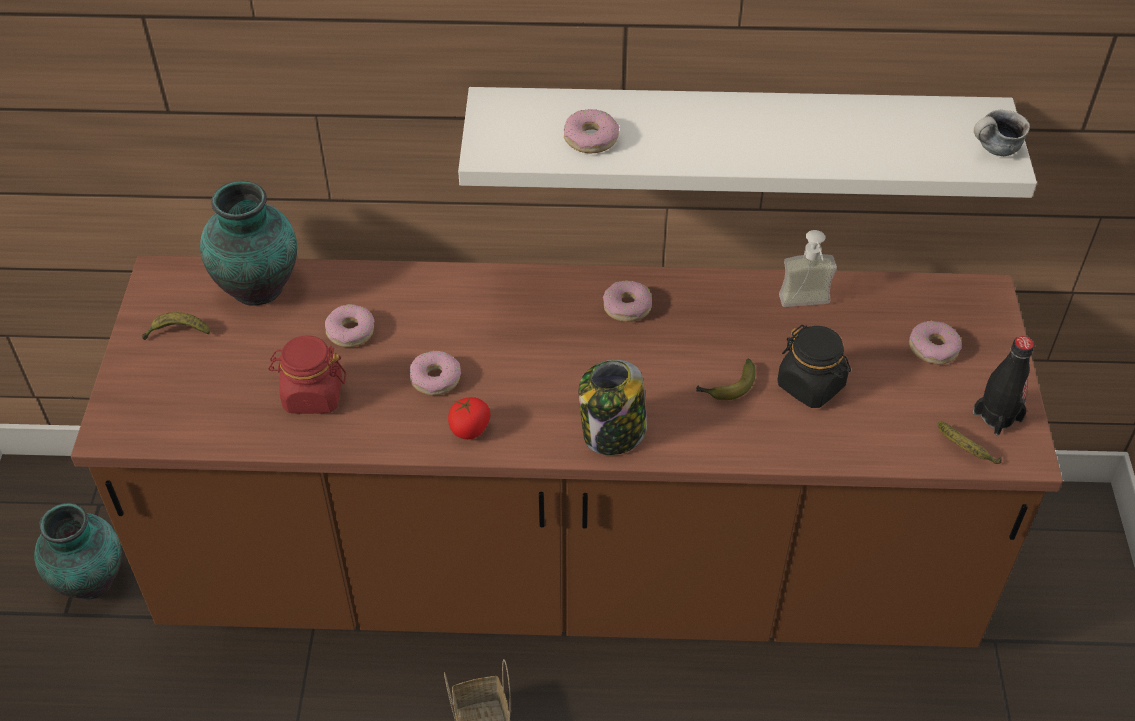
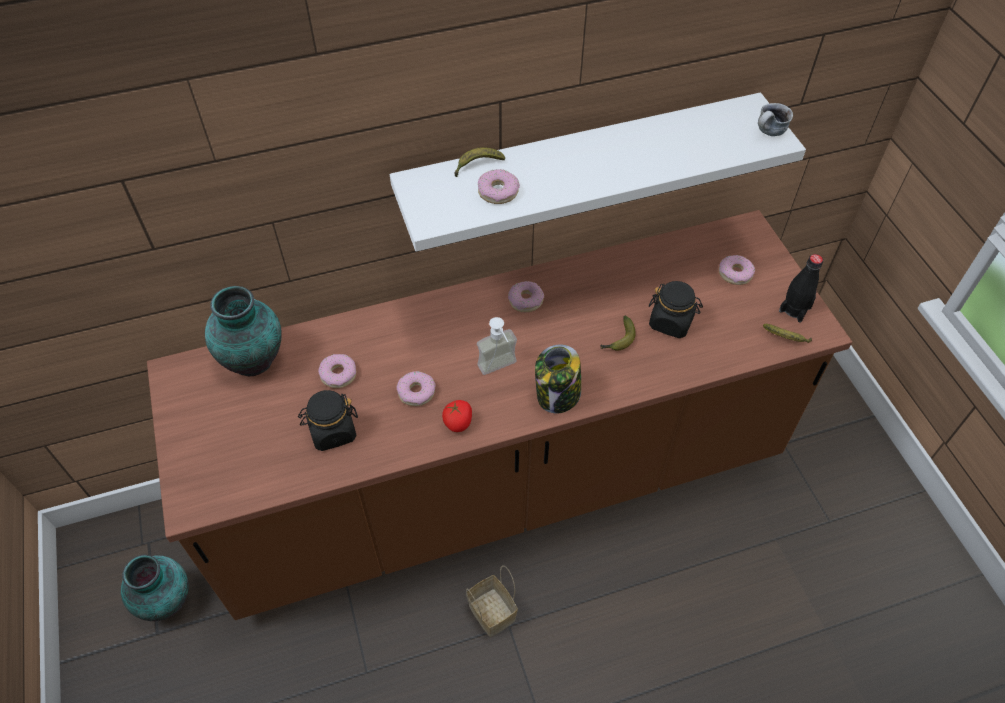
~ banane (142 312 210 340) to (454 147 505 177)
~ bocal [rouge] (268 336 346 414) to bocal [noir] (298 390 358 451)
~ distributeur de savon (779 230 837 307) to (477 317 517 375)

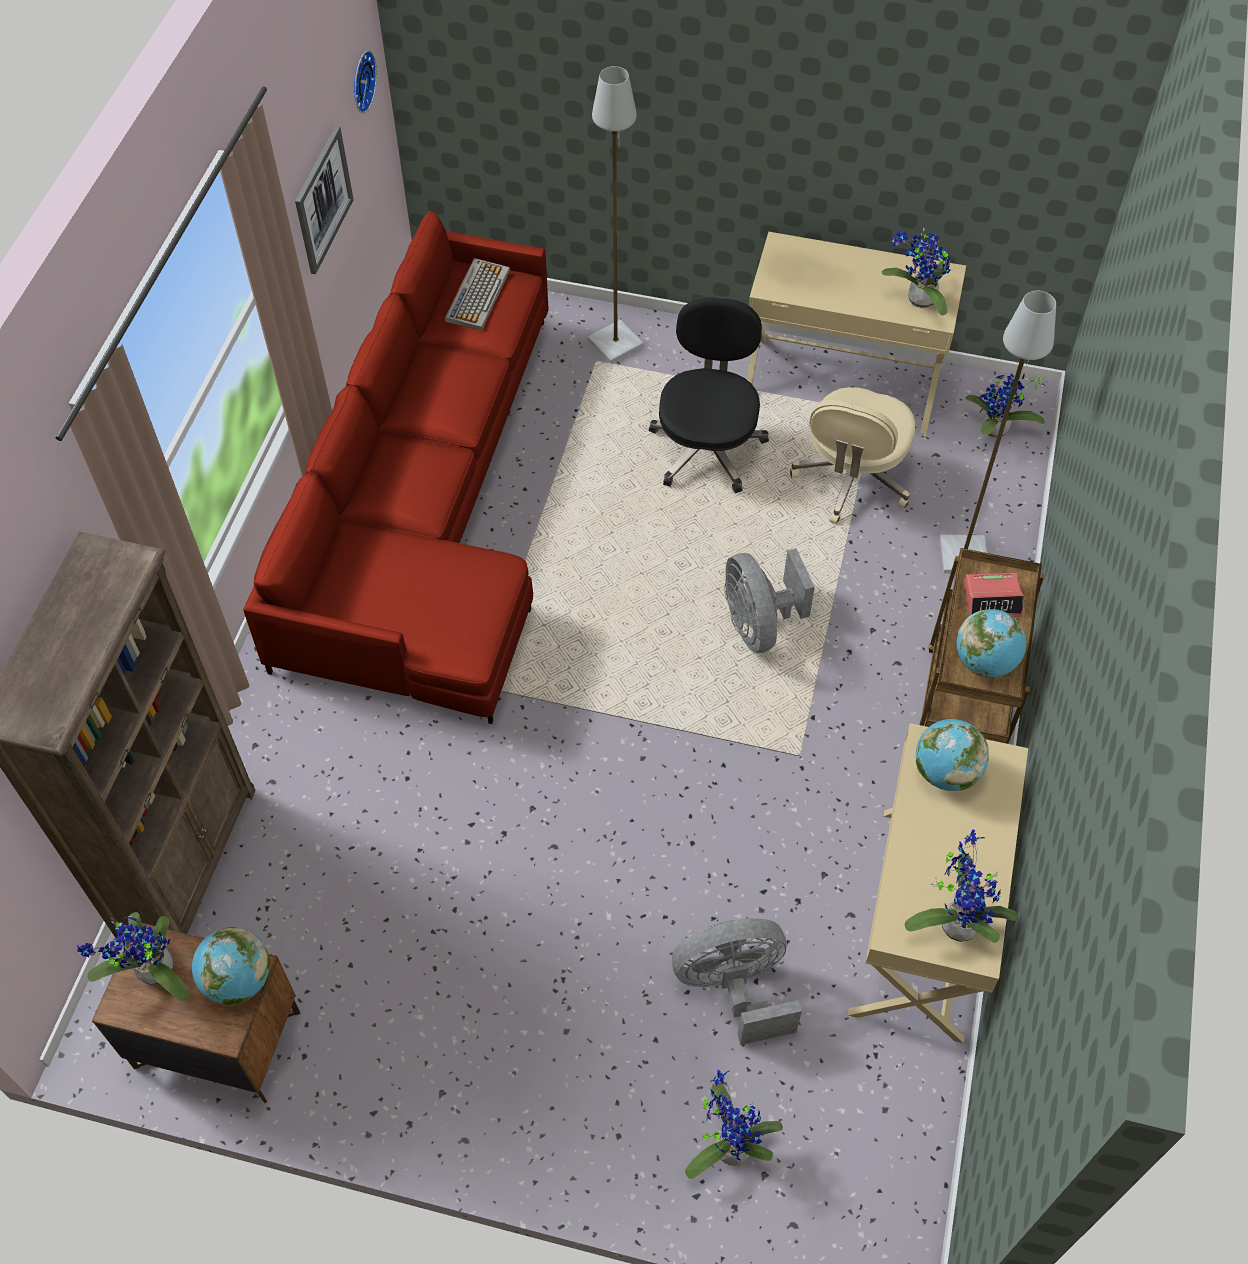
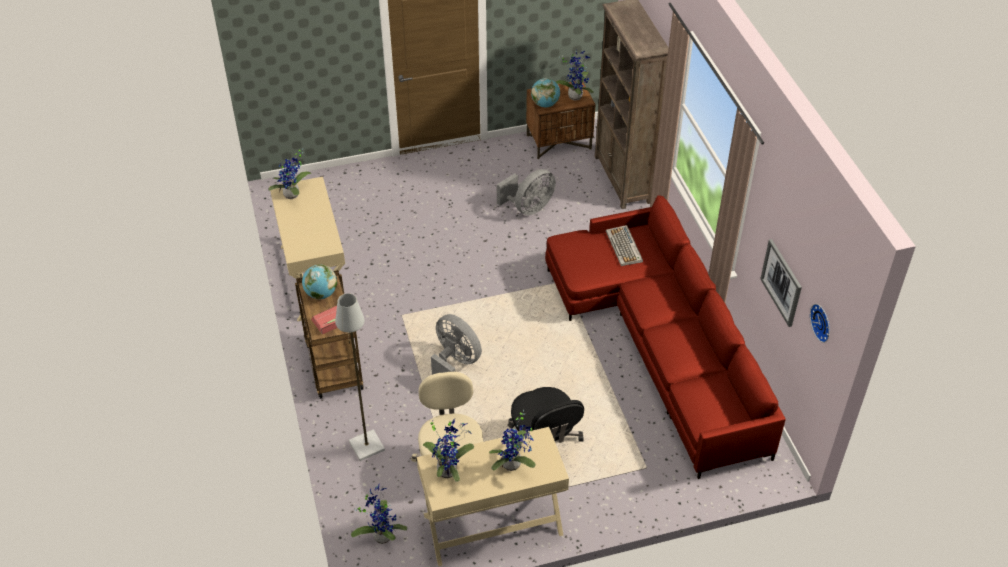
~ clavier (445 258 510 330) to (606 225 643 266)
- lampadaire [gris] (588 66 644 363)
~ ventilateur [gris] (672 918 802 1045) to (497 169 556 215)
~ plante en pot (685 1070 783 1179) to (489 410 536 471)
- globe (916 719 989 791)

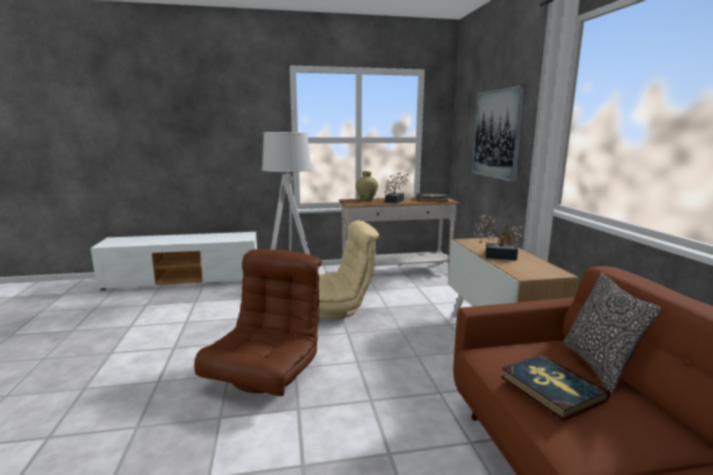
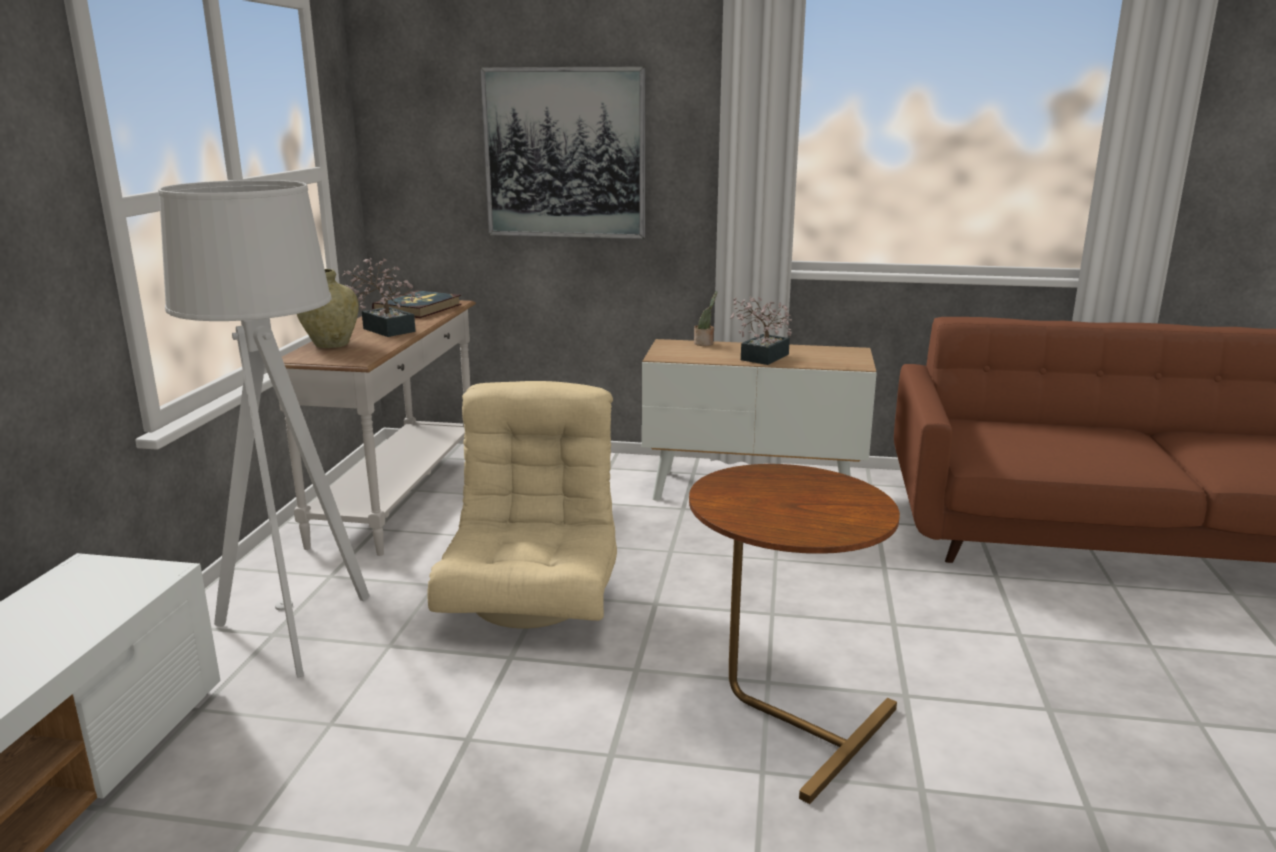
~ fauteuil [marron] (194 249 322 396) to table d'appoint [marron] (689 464 900 804)
- livre (501 354 610 421)
- coussin (564 273 661 393)

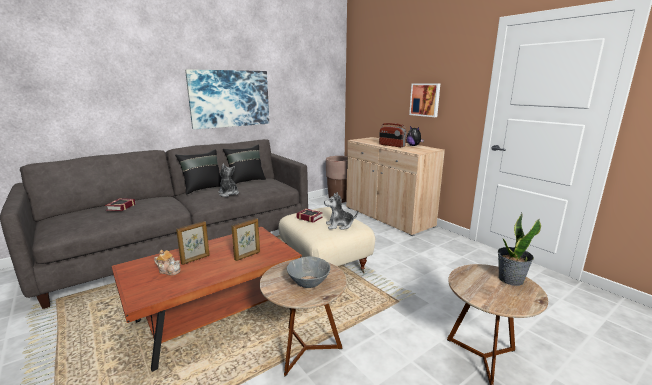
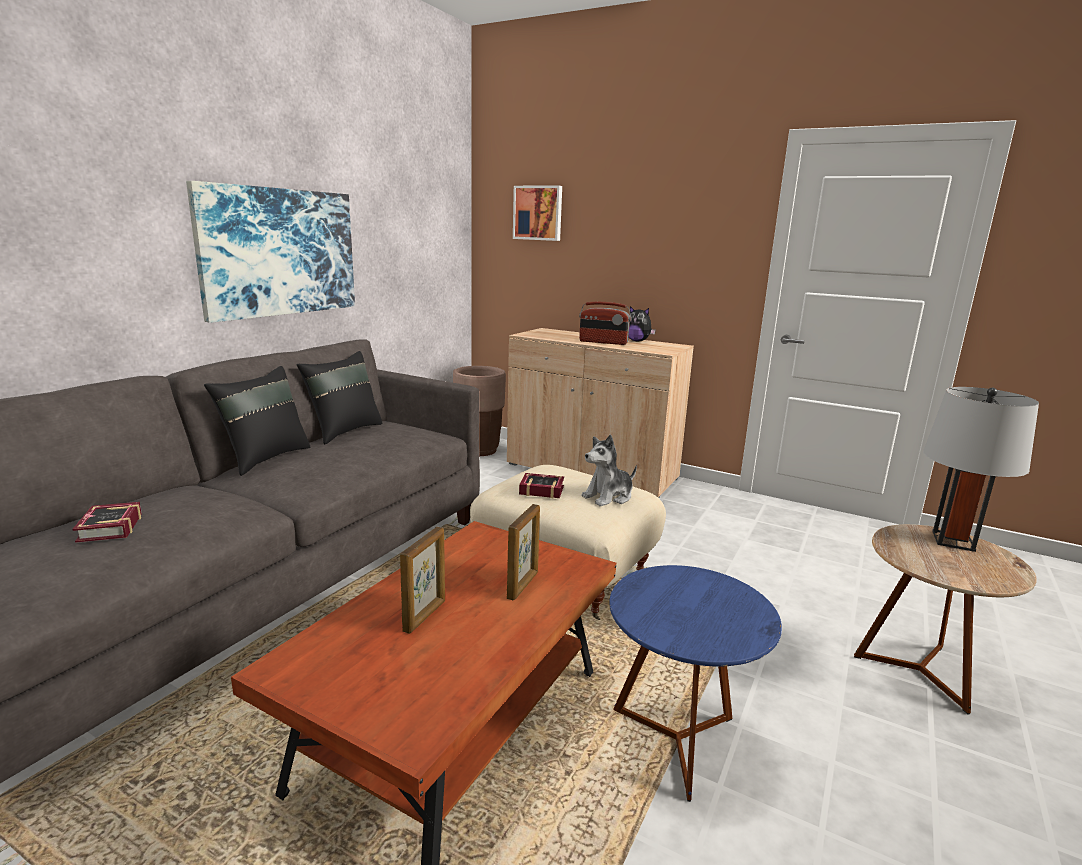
- théière (154 250 181 275)
- peluche (218 164 239 197)
~ table d'appoint [marron] (260 260 347 377) to table d'appoint [bleu] (609 565 782 802)
- bol [gris] (287 256 331 288)
~ tableau (409 83 440 117) to (513 186 562 241)
~ plante en pot (498 213 541 286) to lampe de table [gris] (923 387 1039 552)

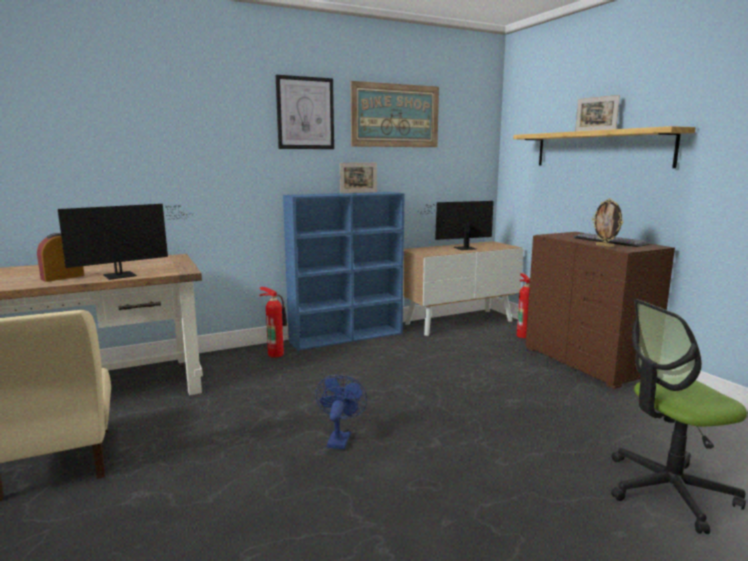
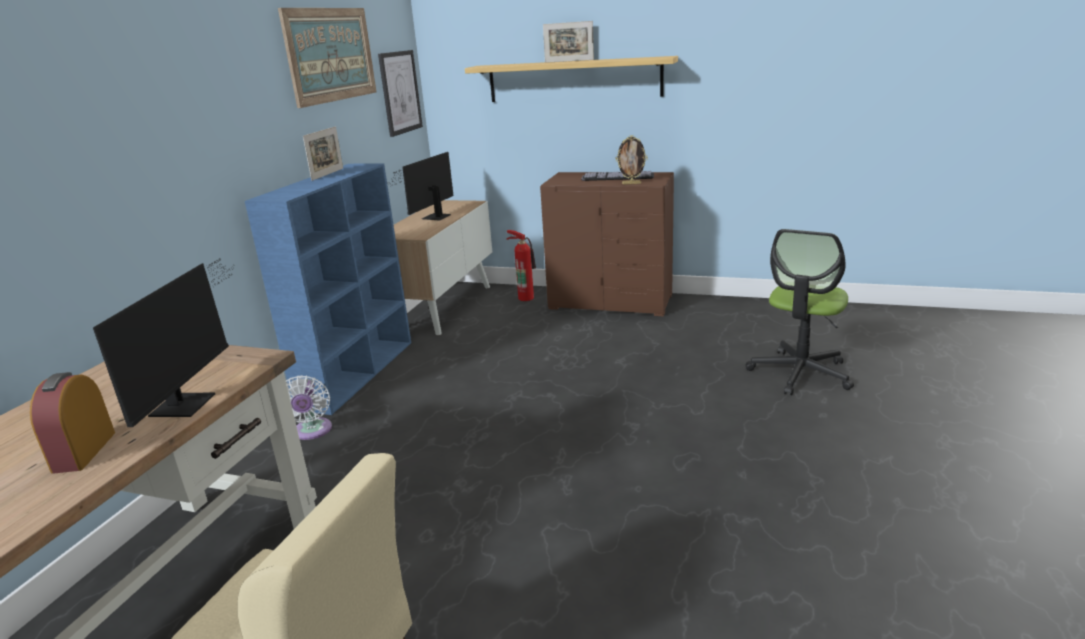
~ extincteur (259 287 287 358) to ventilateur [blanc] (286 375 332 440)
~ tableau (276 75 334 149) to (378 50 423 137)
- ventilateur [bleu] (315 375 367 449)

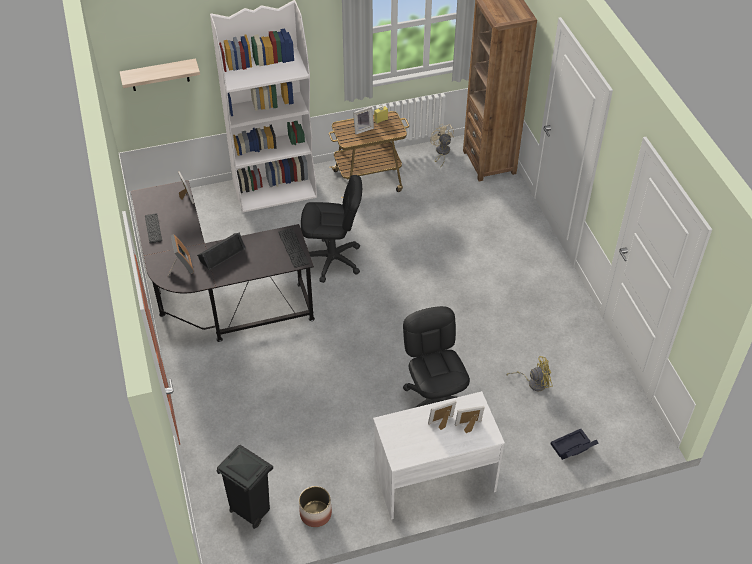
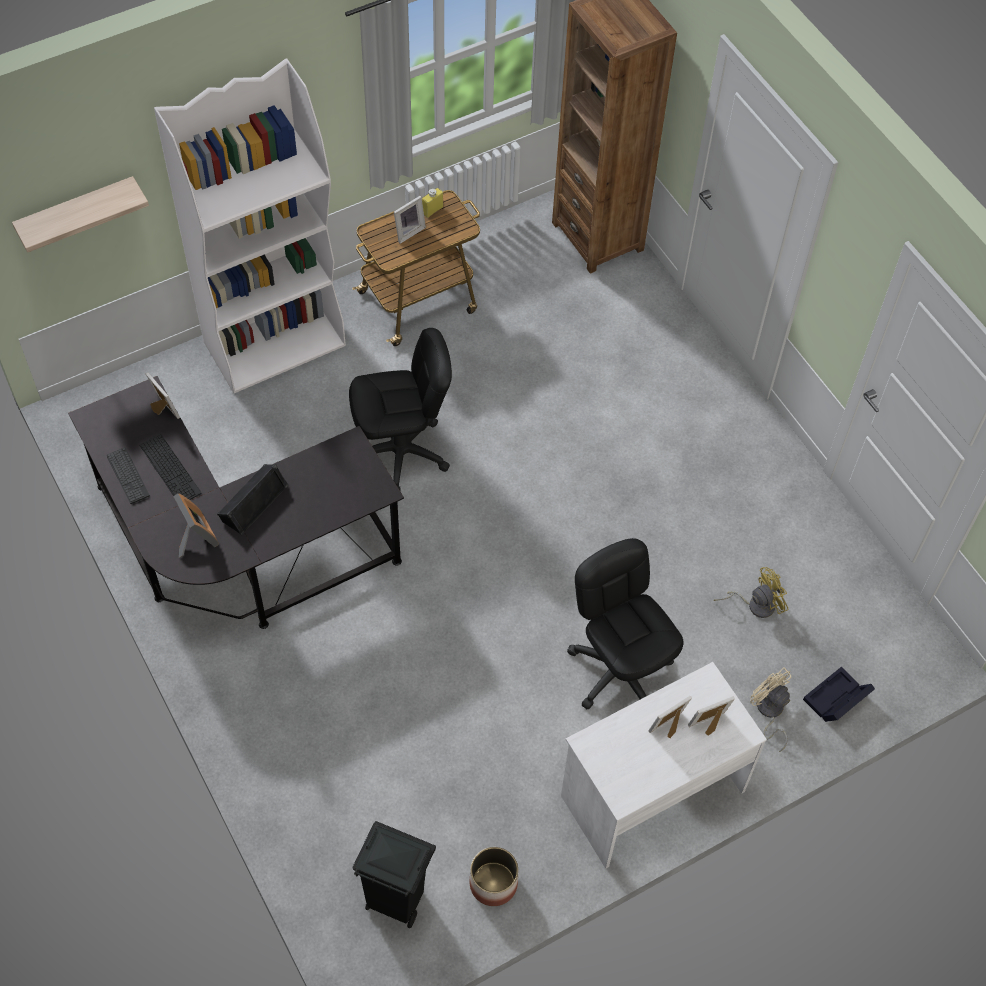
~ clavier (278 228 309 268) to (139 433 202 500)
~ ventilateur [beige] (430 124 454 167) to (750 667 791 752)

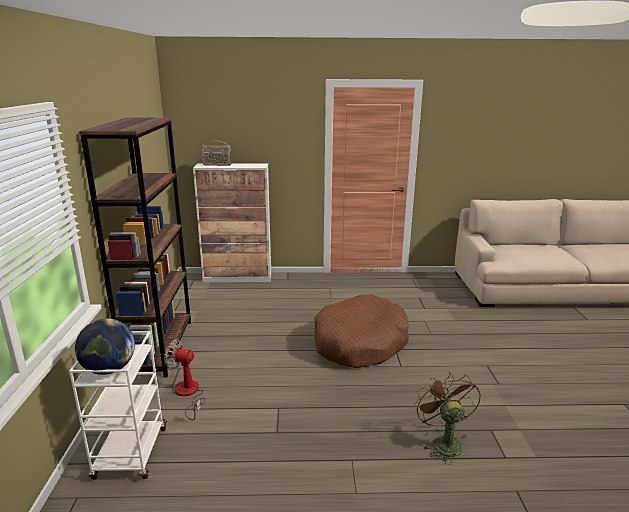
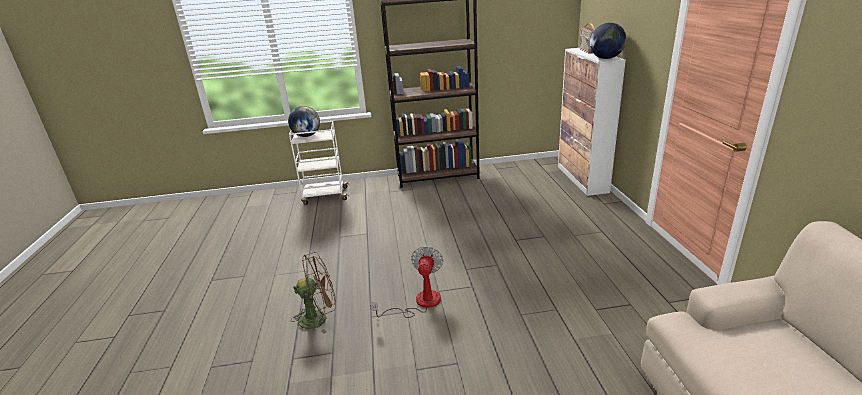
~ ventilateur (164 339 205 420) to (370 246 443 318)
- panier pour chien [marron] (314 294 409 368)
+ globe (590 23 627 59)

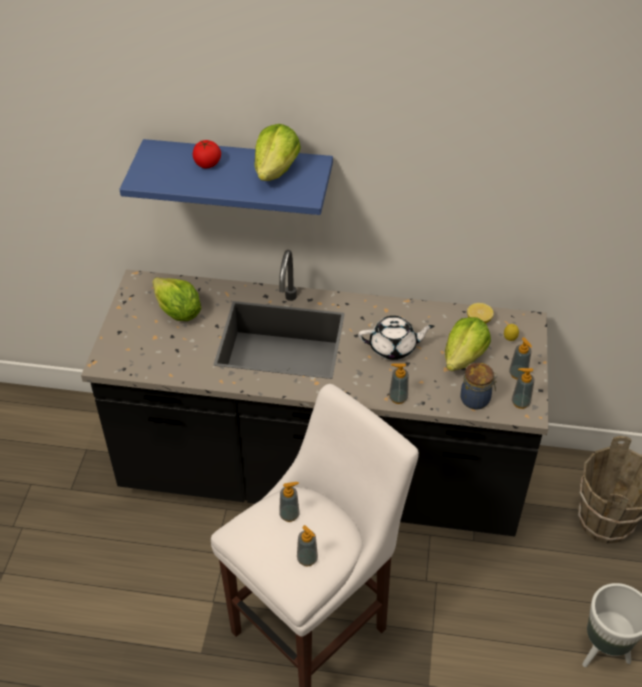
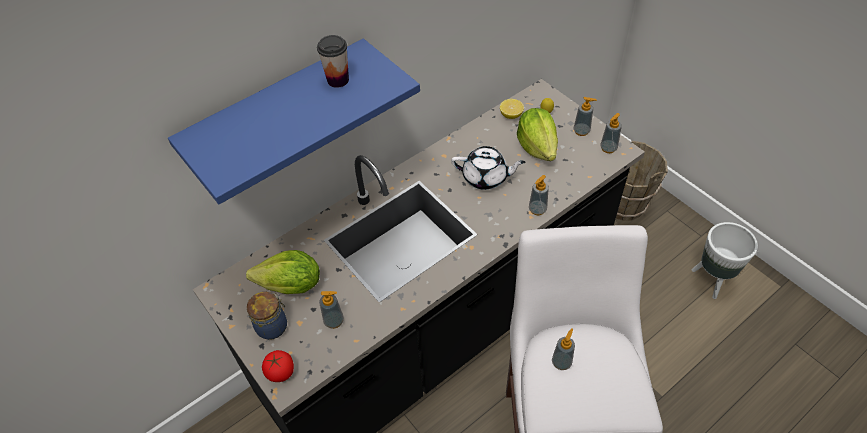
~ tomate (193 140 221 168) to (262 350 294 382)
~ laitue (254 124 301 181) to tasse (317 35 349 88)
~ distributeur de savon (297 525 318 566) to (319 291 344 329)
~ théière [blanc] (358 316 434 360) = (451 146 525 190) 60 degrees clockwise
~ bocal (460 363 498 410) to (247 292 287 340)

